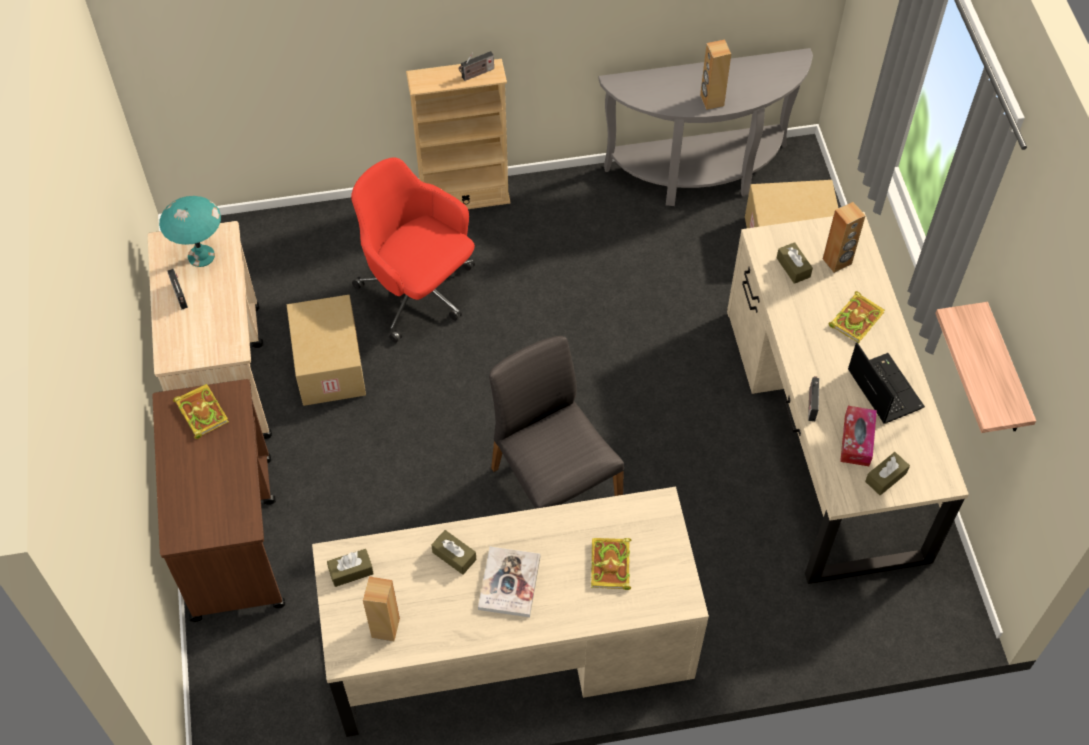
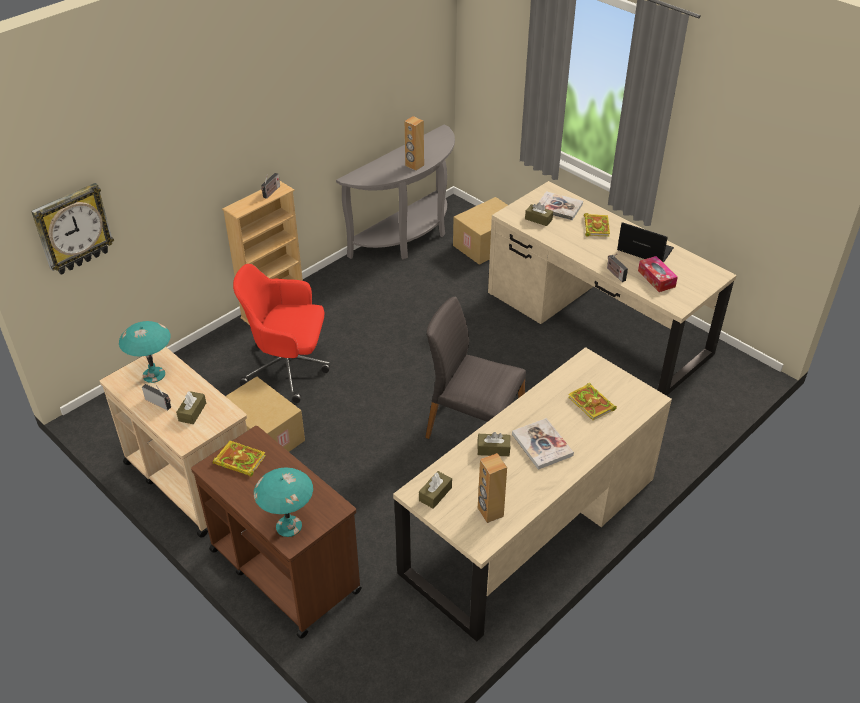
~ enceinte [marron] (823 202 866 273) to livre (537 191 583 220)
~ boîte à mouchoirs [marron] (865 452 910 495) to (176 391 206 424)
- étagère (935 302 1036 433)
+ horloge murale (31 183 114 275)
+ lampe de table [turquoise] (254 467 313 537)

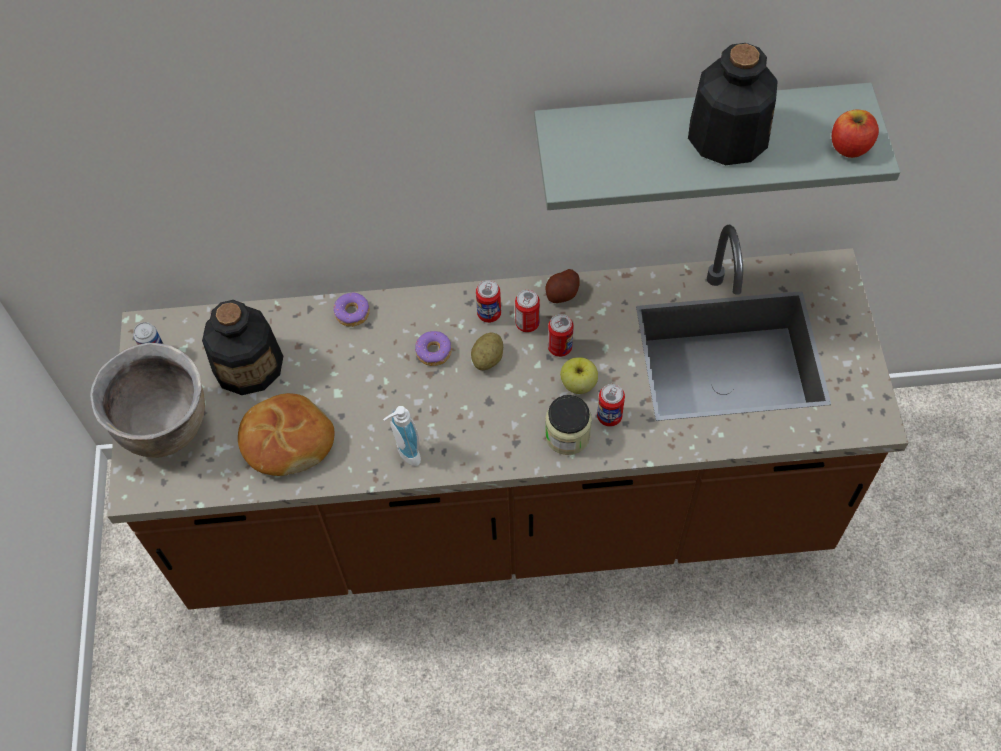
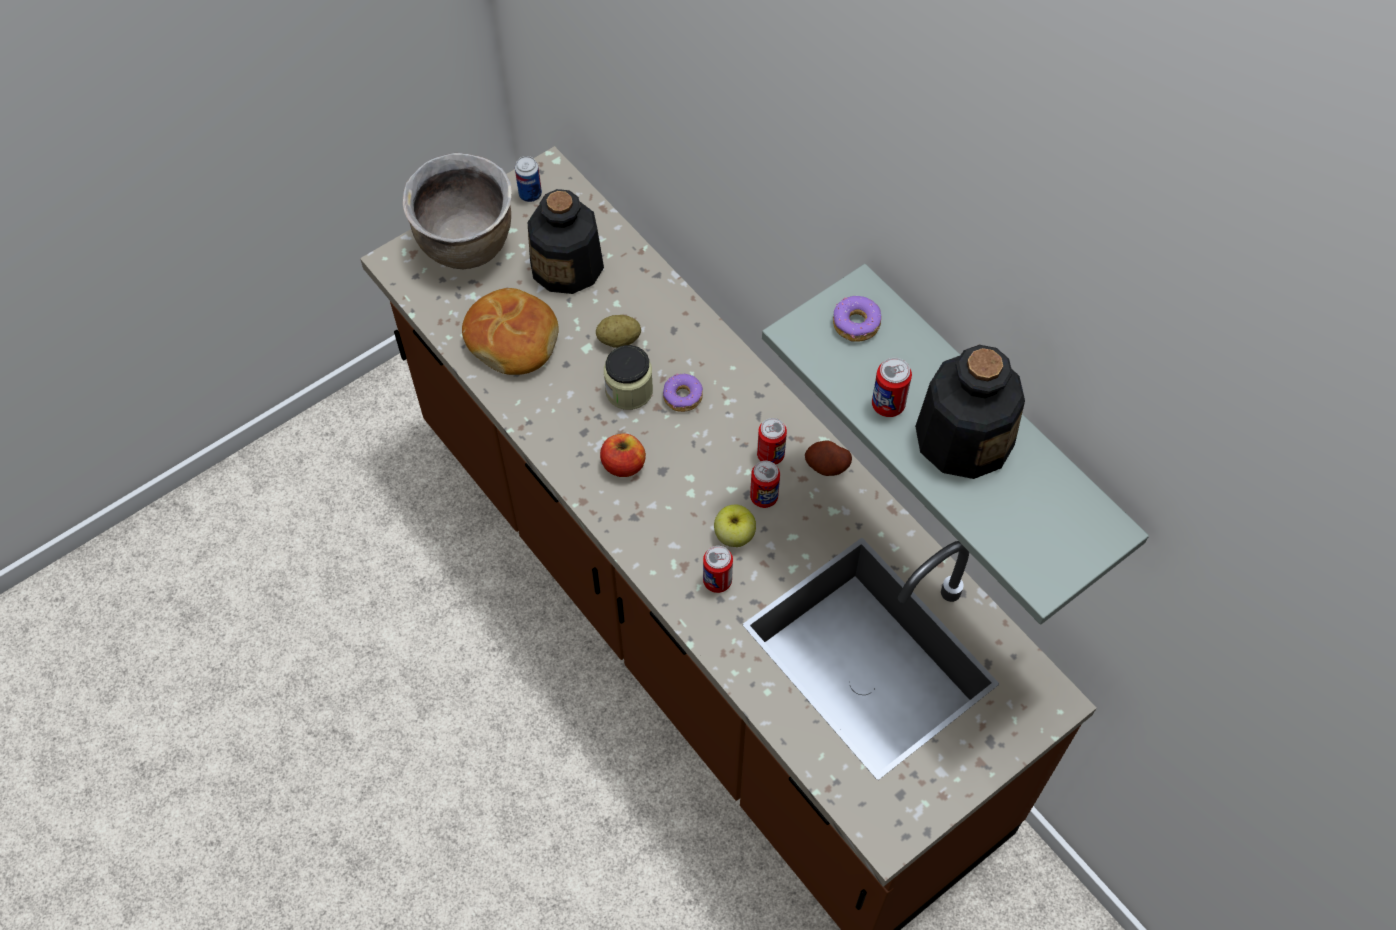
~ beignet (334 292 370 327) to (833 296 881 342)
- distributeur de savon (383 406 421 466)
~ pomme de terre (471 333 503 370) to (596 315 641 348)
~ boîte métallique (476 280 501 323) to (872 358 912 417)
~ bocal (545 395 592 455) to (604 345 653 410)
~ pomme (832 110 879 158) to (600 433 646 477)

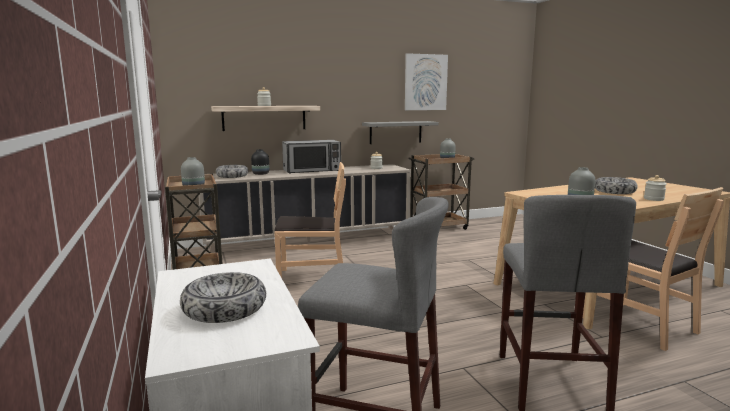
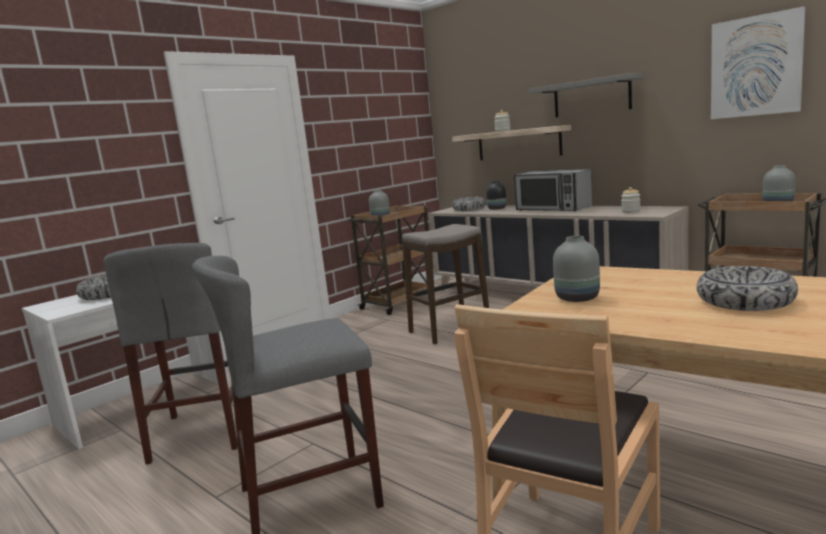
~ chaise [marron] (274 162 346 278) to tabouret (402 224 489 344)
~ étagère [gris] (362 121 439 144) to (529 73 644 117)
- bocal (644 175 667 201)

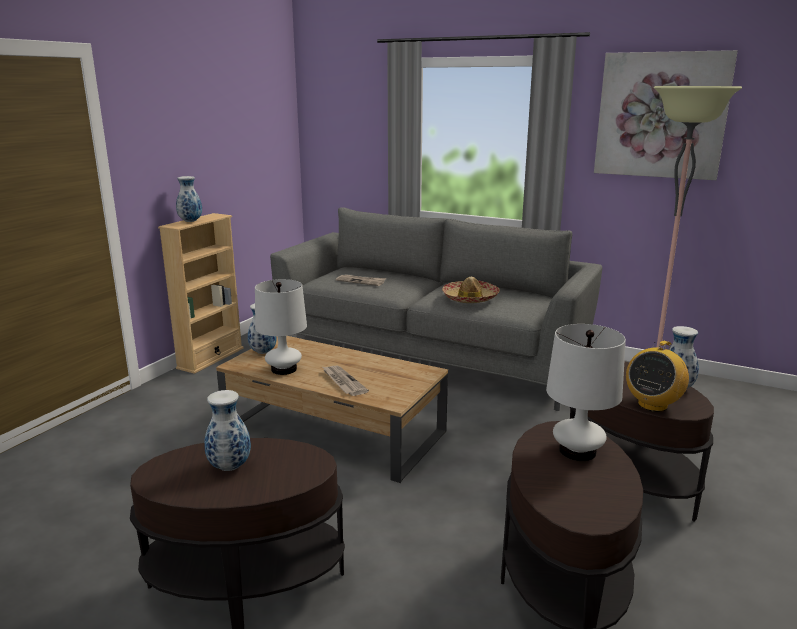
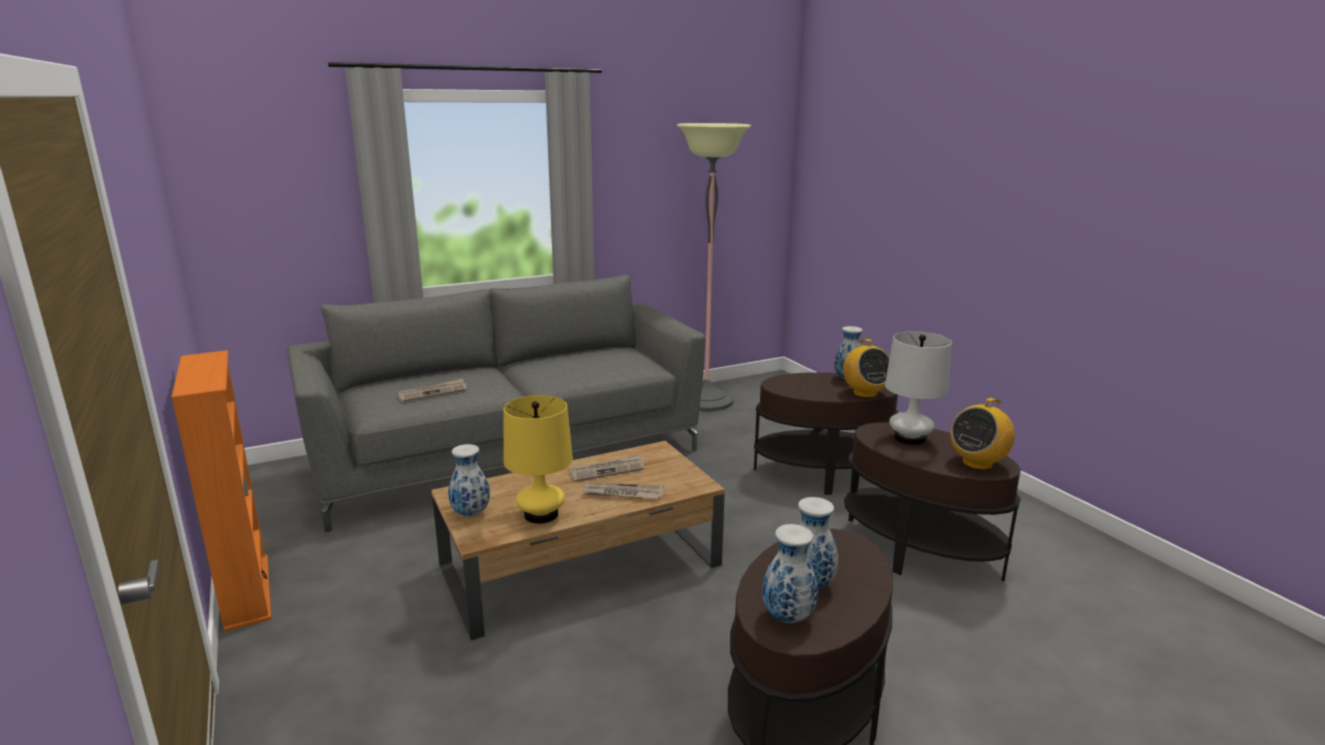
~ bibliothèque [beige] (158 213 244 374) to bibliothèque [orange] (171 350 271 632)
~ vase (176 176 202 222) to (762 524 818 623)
~ lampe de table [blanc] (255 279 307 375) to lampe de table [jaune] (504 395 573 524)
- chapeau (442 277 500 303)
- tableau (594 50 738 180)
+ journal (568 454 644 482)
+ radio (950 398 1015 470)

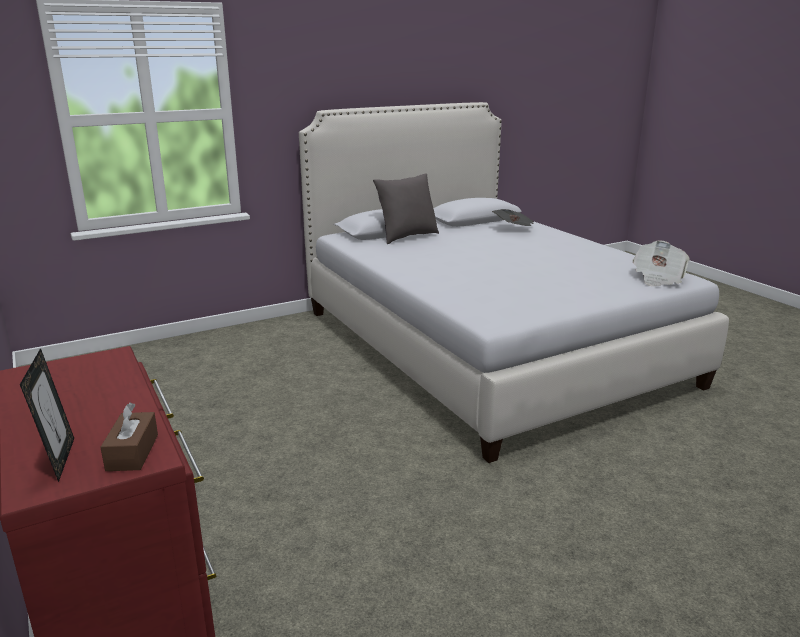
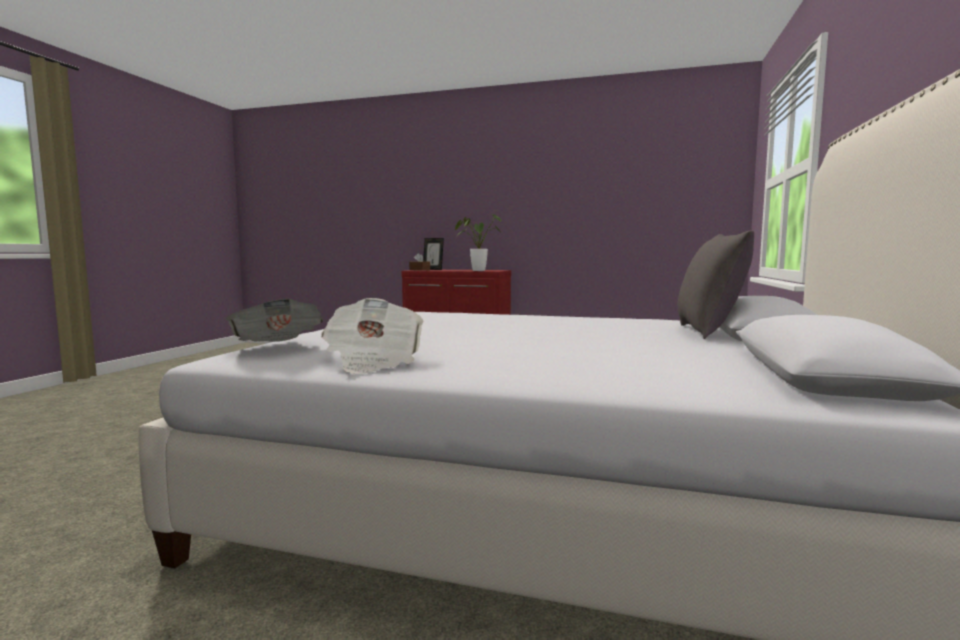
~ journal (492 209 533 226) to (321 298 423 374)
+ plante en pot (455 214 502 271)

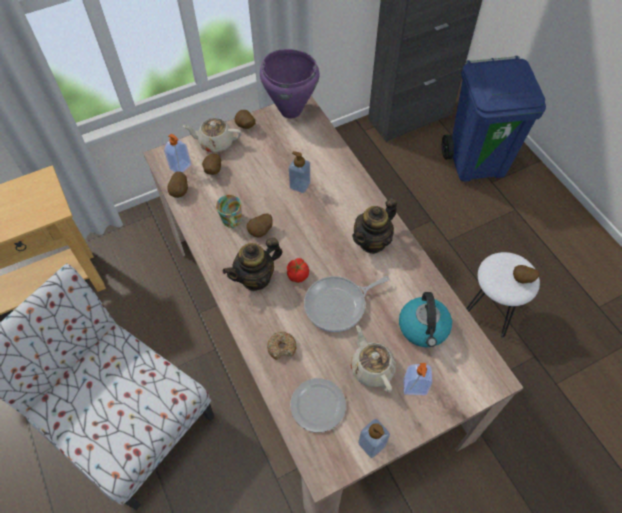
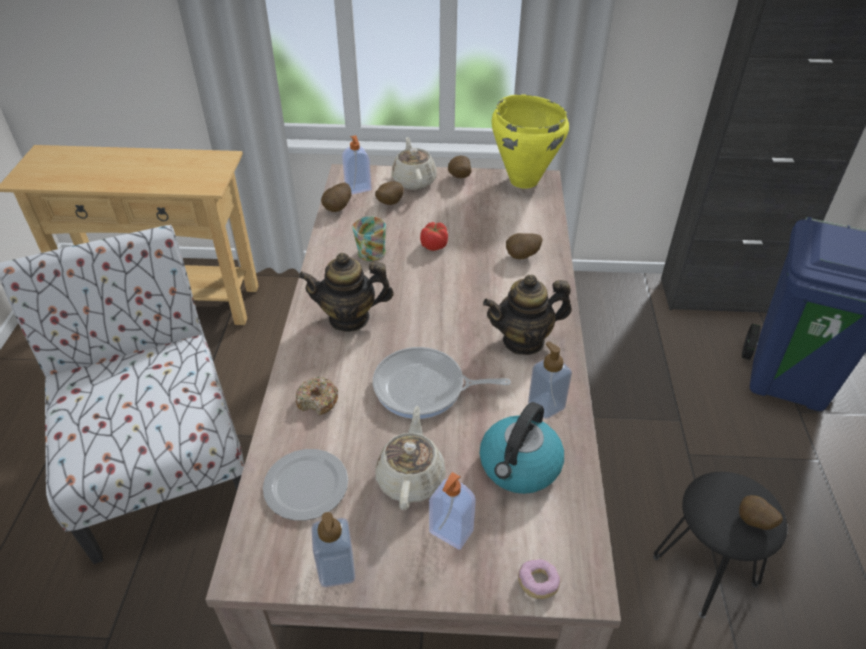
~ théière [beige] (183 118 242 153) = (391 137 437 190) 45 degrees clockwise
~ pomme de terre (246 213 273 237) to (506 233 542 259)
~ marmite [violet] (260 49 320 119) to marmite [jaune] (492 94 569 189)
~ tomate (287 258 309 283) to (420 222 448 251)
~ distributeur de savon (289 151 310 193) to (528 341 572 419)
~ tabouret [blanc] (466 252 540 338) to tabouret [noir] (653 472 788 618)
+ beignet (518 559 561 599)

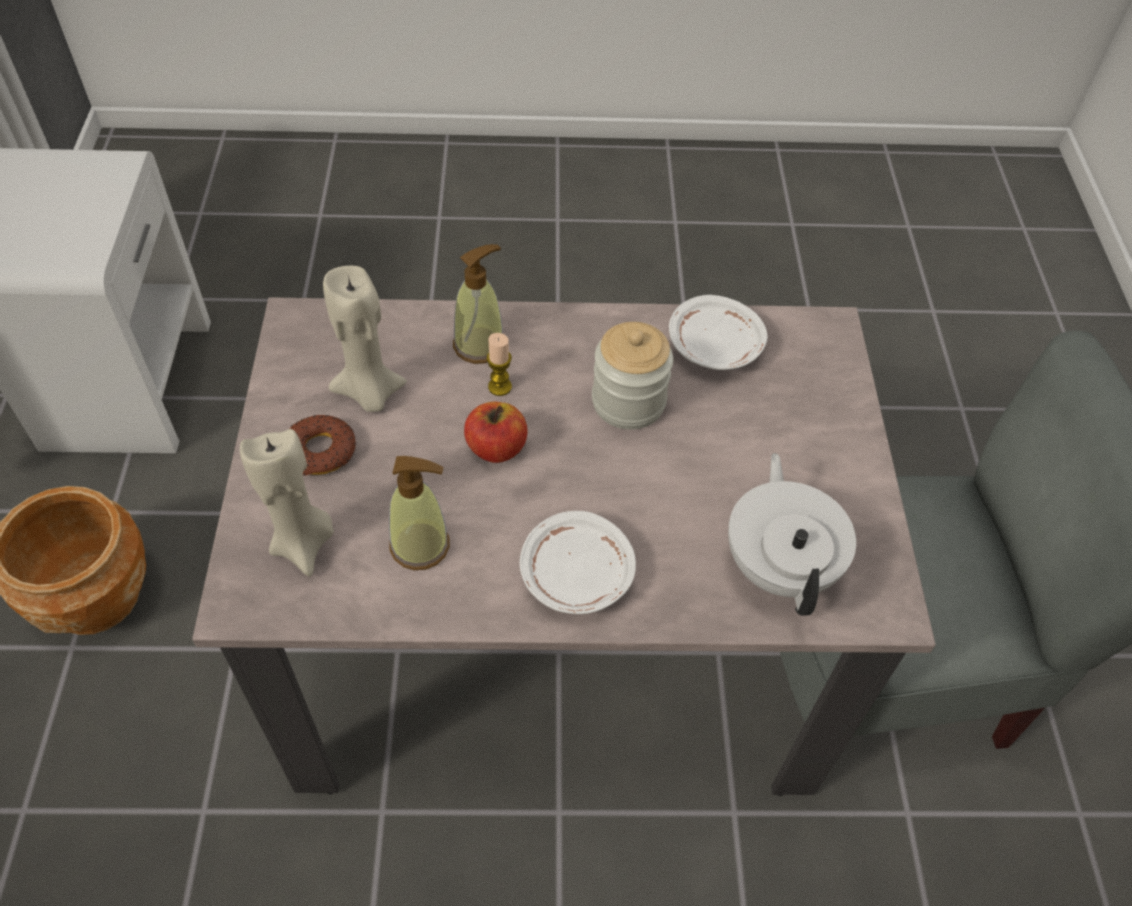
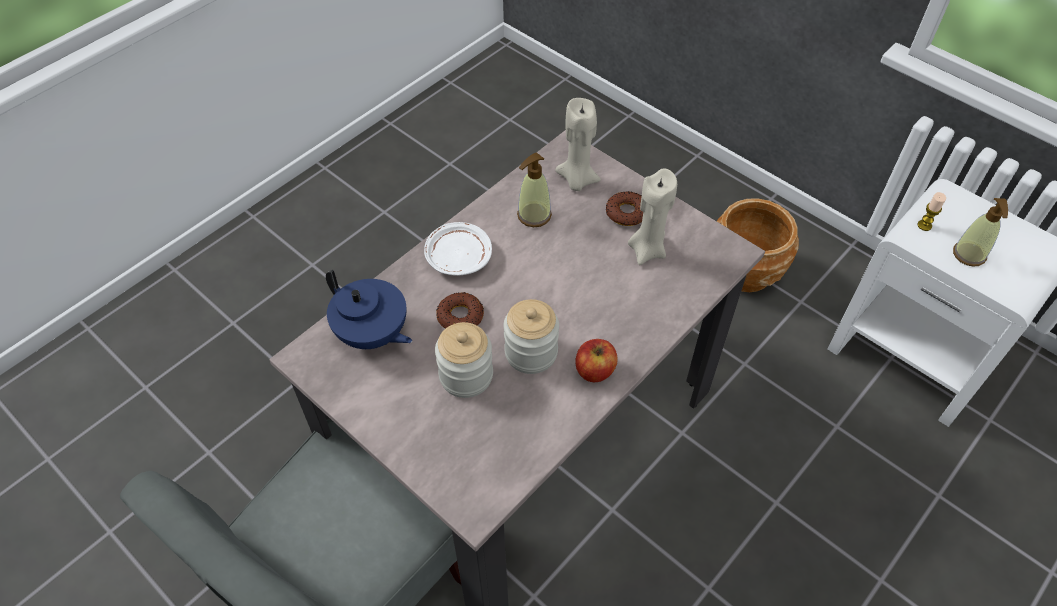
~ distributeur de savon (453 244 503 364) to (953 198 1008 267)
~ pomme (464 402 528 463) to (575 339 618 382)
~ bougie (487 333 512 396) to (917 192 946 231)
- assiette [blanc] (669 295 768 370)
~ théière [blanc] (728 453 856 616) to théière [bleu] (326 270 412 349)
+ bocal (435 322 493 398)
+ beignet (436 292 484 329)

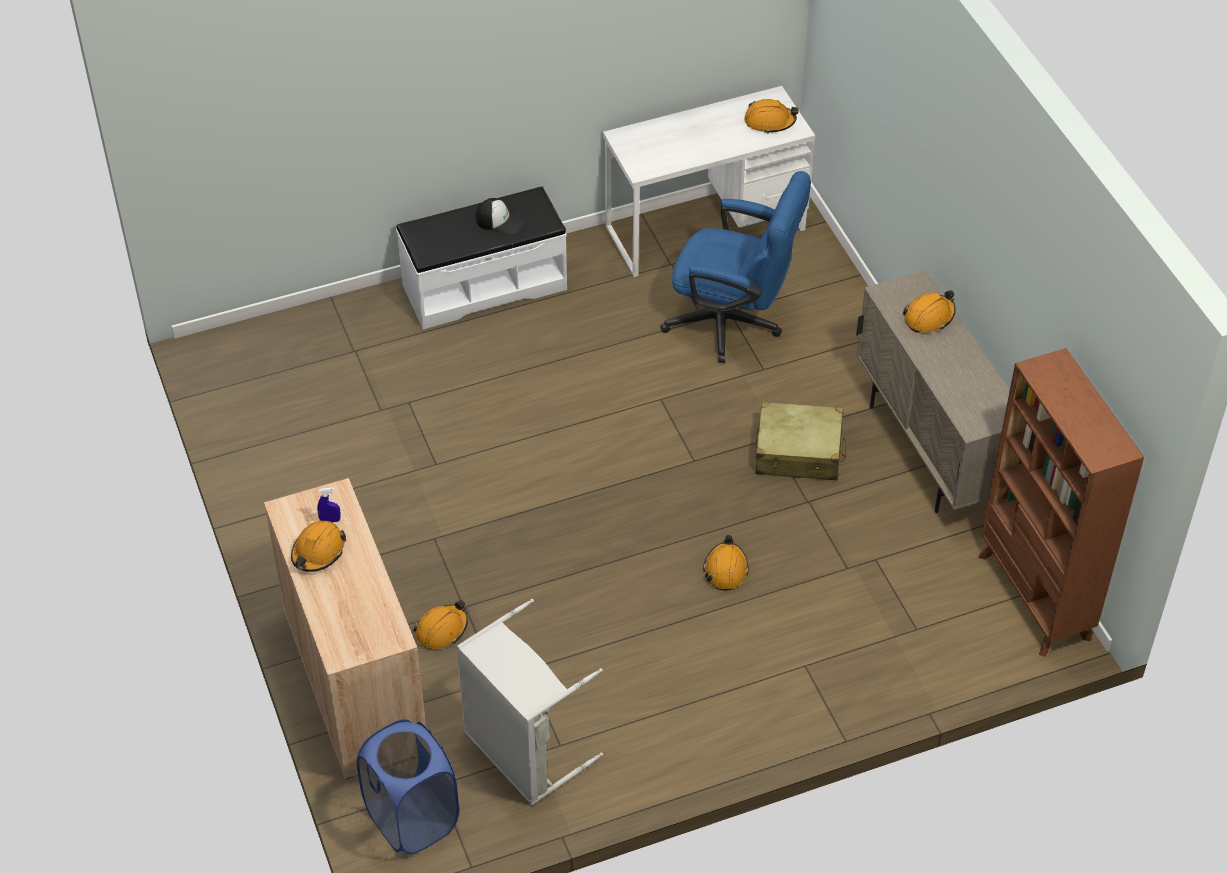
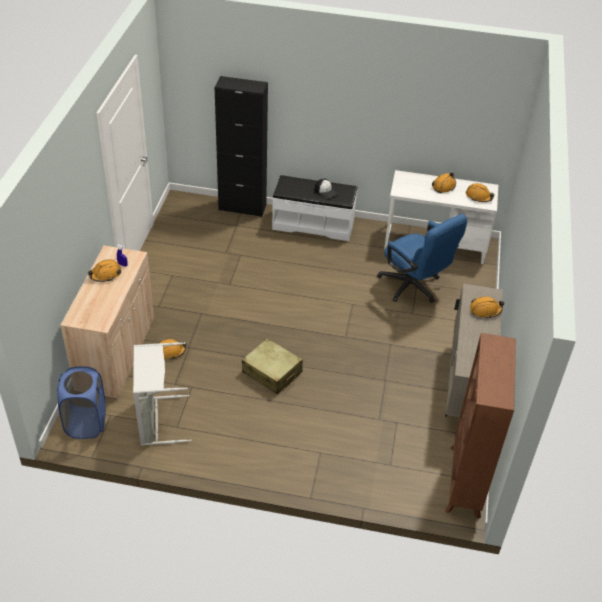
~ casque de chantier [orange] (703 535 749 590) to (432 172 456 193)
~ valise [beige] (756 402 847 480) to (242 338 303 394)
+ meuble de rangement [noir] (214 76 268 217)

